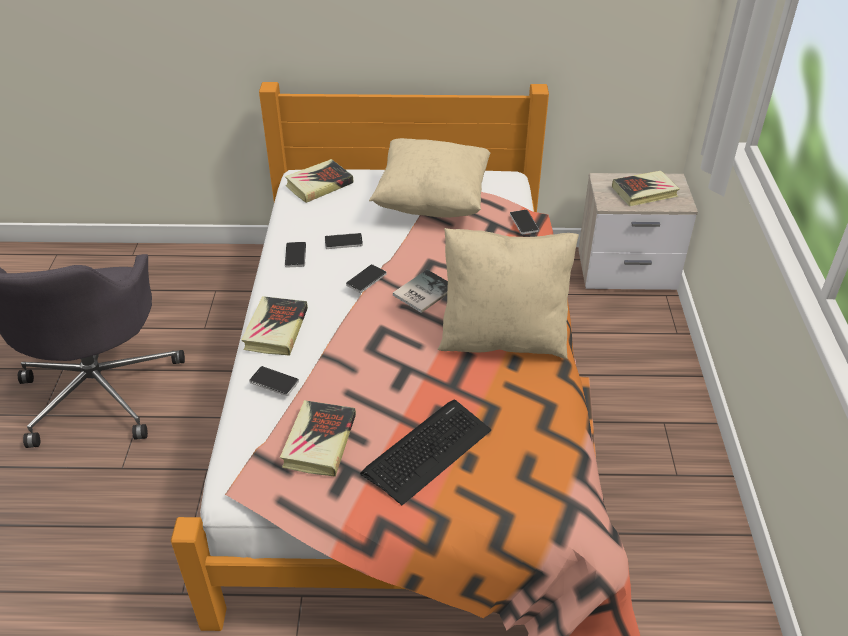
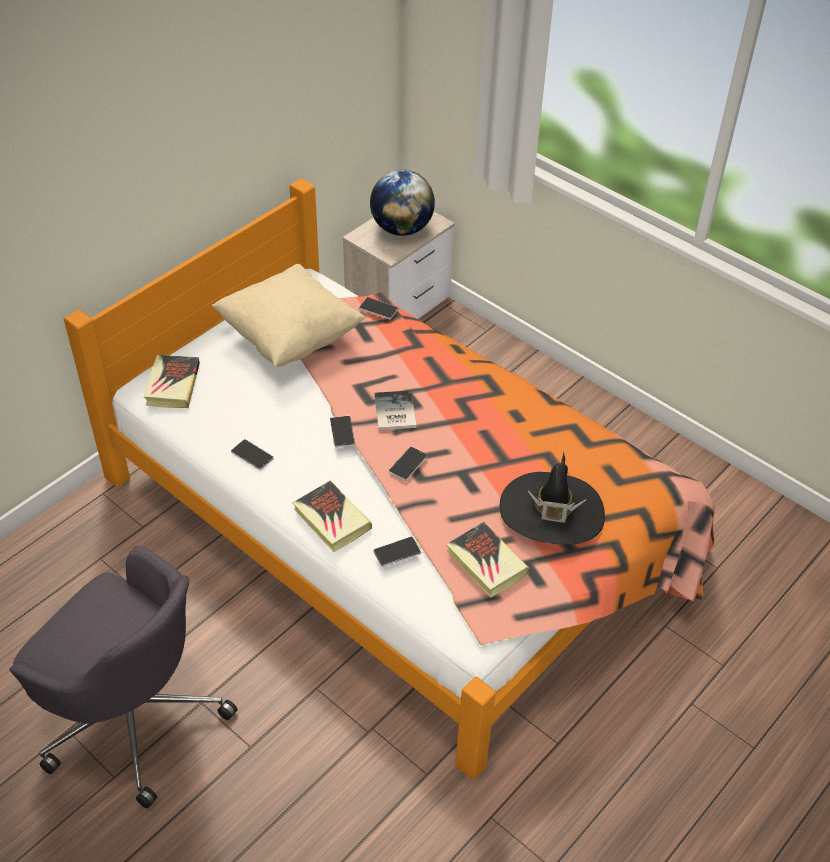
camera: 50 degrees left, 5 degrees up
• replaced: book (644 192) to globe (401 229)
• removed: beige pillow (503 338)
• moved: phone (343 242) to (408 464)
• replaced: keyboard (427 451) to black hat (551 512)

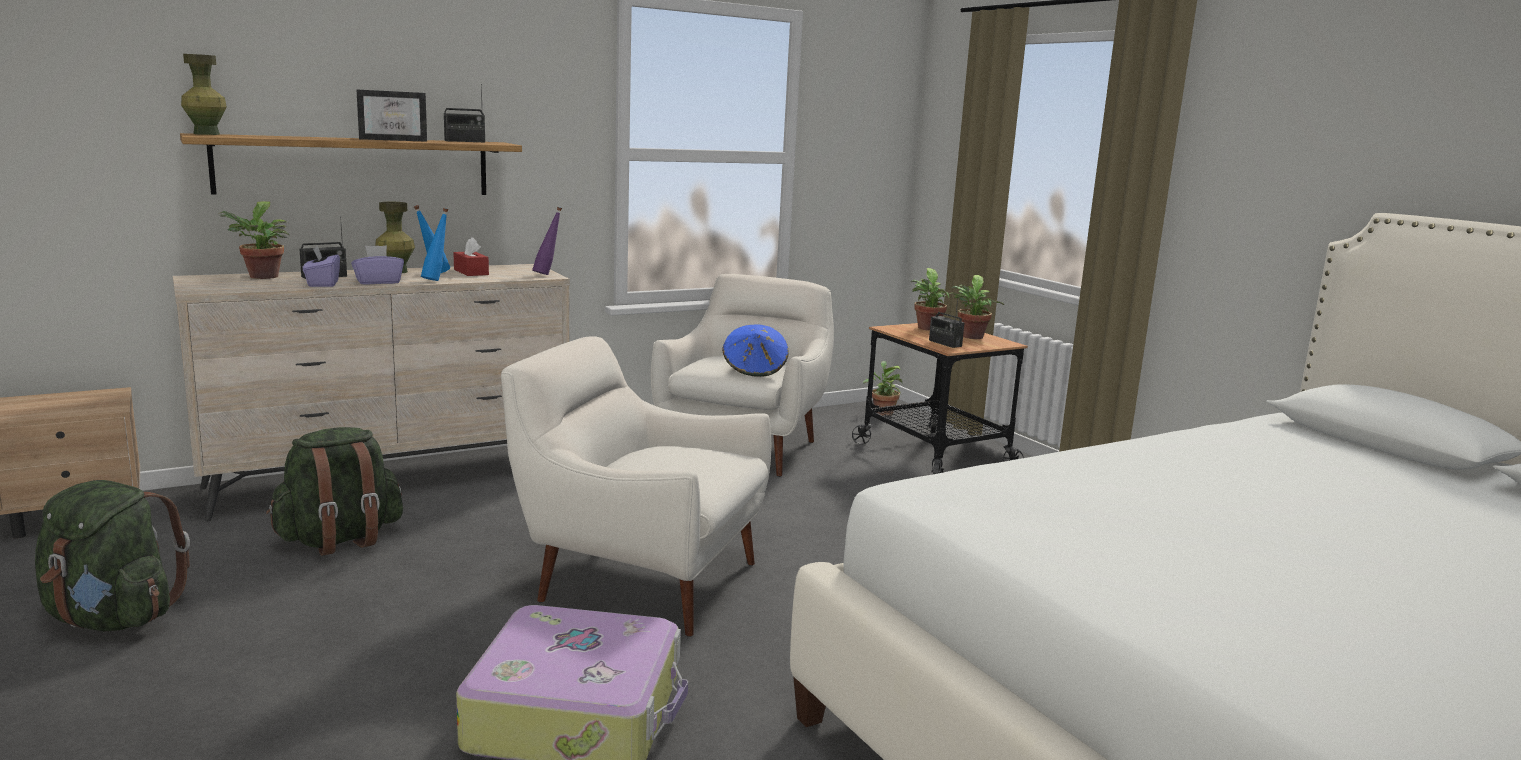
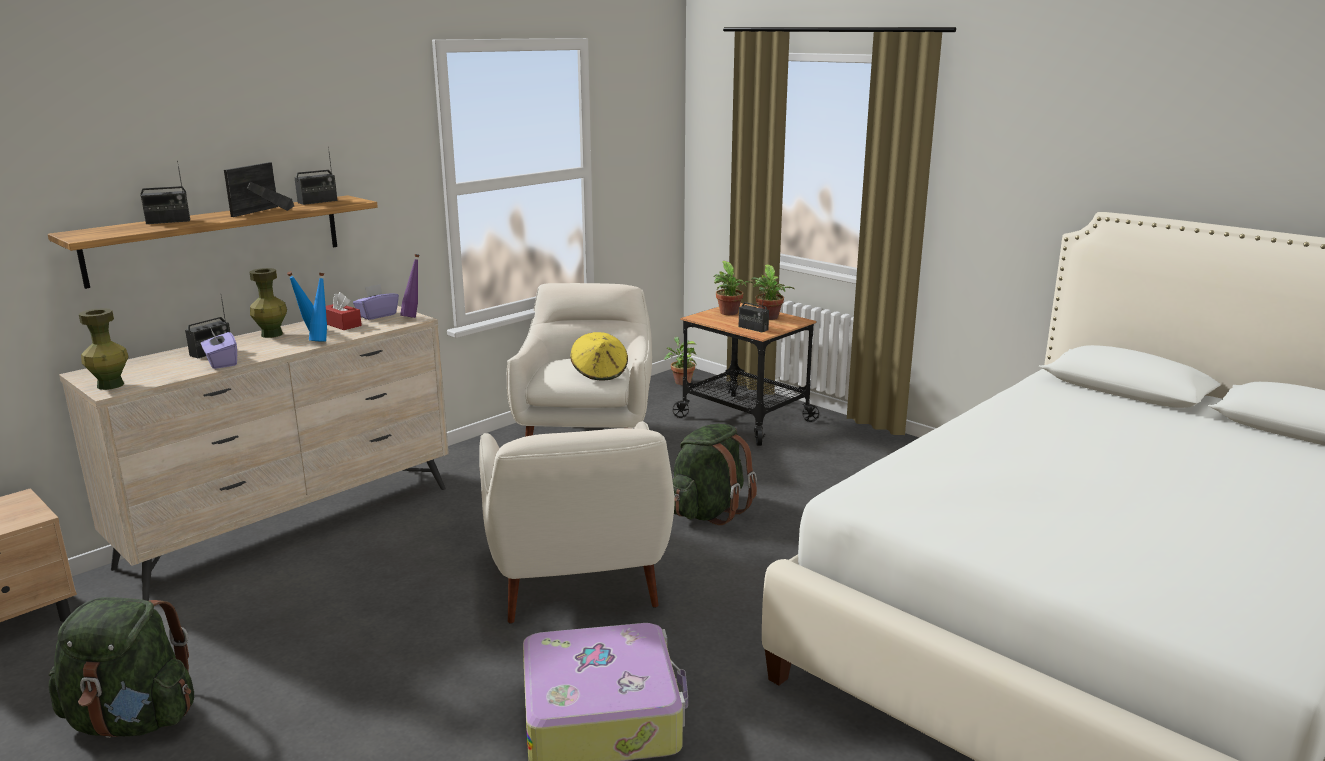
camera: 15 degrees left, 5 degrees up
• moved: green vase (206 134) to (110 385)
• turned: picture frame (394 140) = (259 212) 150 degrees clockwise
• removed: potted plant (262 277)
• moved: purple tissue box (378 282) to (377 315)
• recoloured: blue hat (755 370) to yellow hat (599 373)
• turned: white armchair (639 579) = (577 584) 105 degrees counterclockwise
• moved: green backpack (340 540) to (708 511)
• added: radio (168 221)

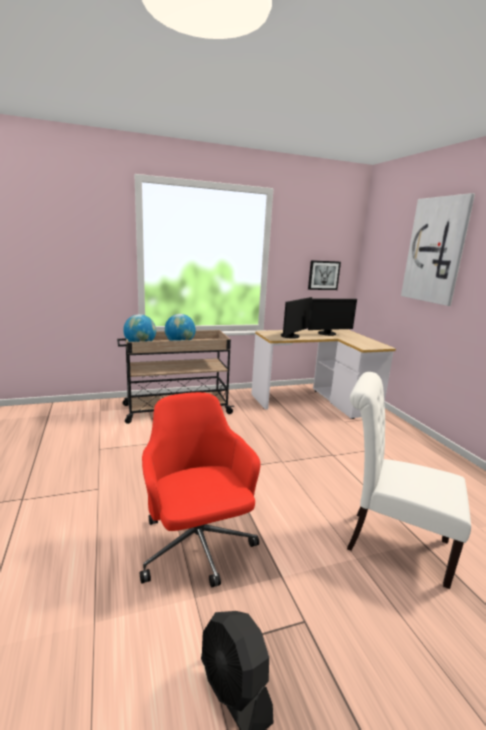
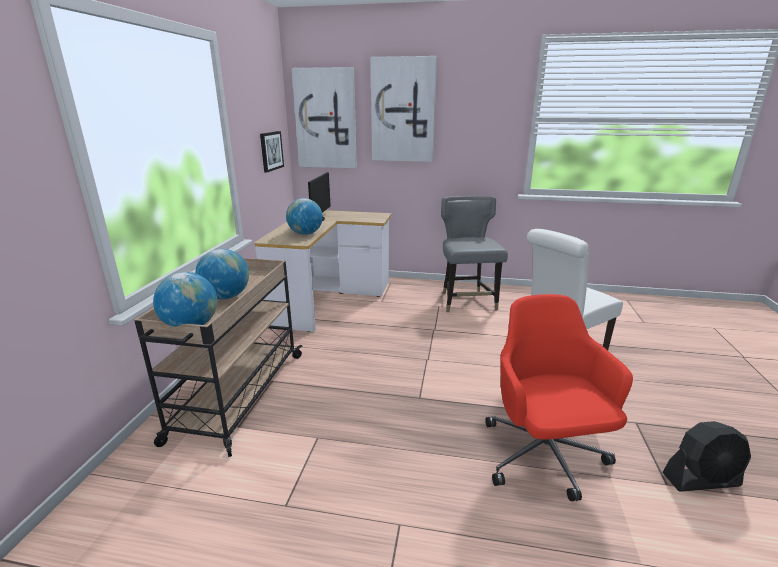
camera: 60 degrees left, 5 degrees up
• replaced: monitor (292 336) to globe (305 234)
• turned: red office chair (197 547) = (544 457) 75 degrees clockwise
• added: picture (326 119)
• added: grey chair (467 302)

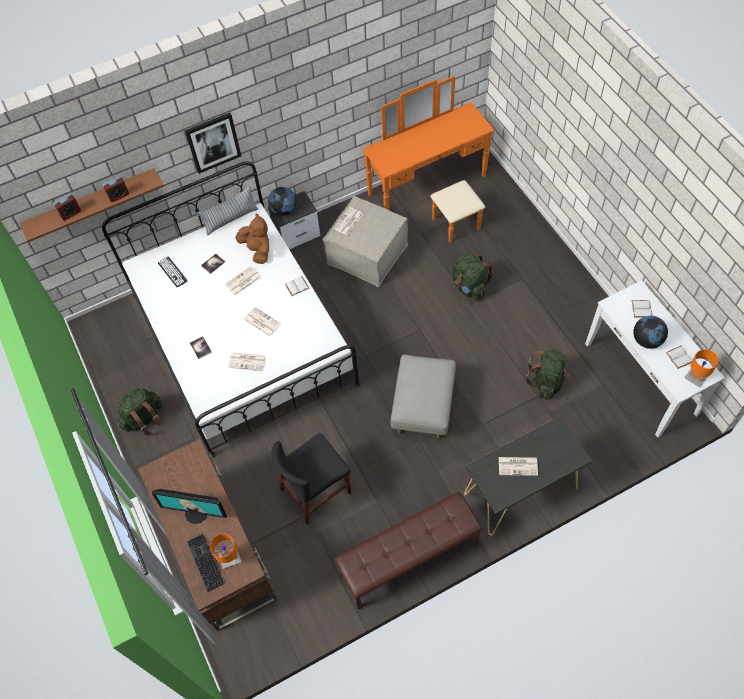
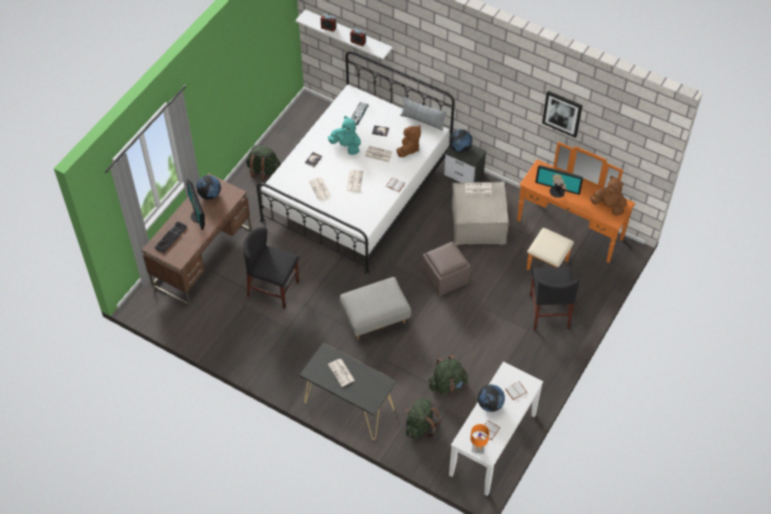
camera: 55 degrees right, 5 degrees down
• moved: picture (213 142) to (562 113)
• recoloured: brown shelf (92 203) to white shelf (348 34)
• moved: green backpack (469 286) to (420 426)
• removed: brown bench (409 559)
• removed: orange table lamp (230 559)
• added: turquoise plush toy (346 146)
• added: monitor (557 191)
• added: globe (209 195)
• added: brown plush toy (608 206)
• added: brown ottoman (446 278)
• added: black chair (549 312)

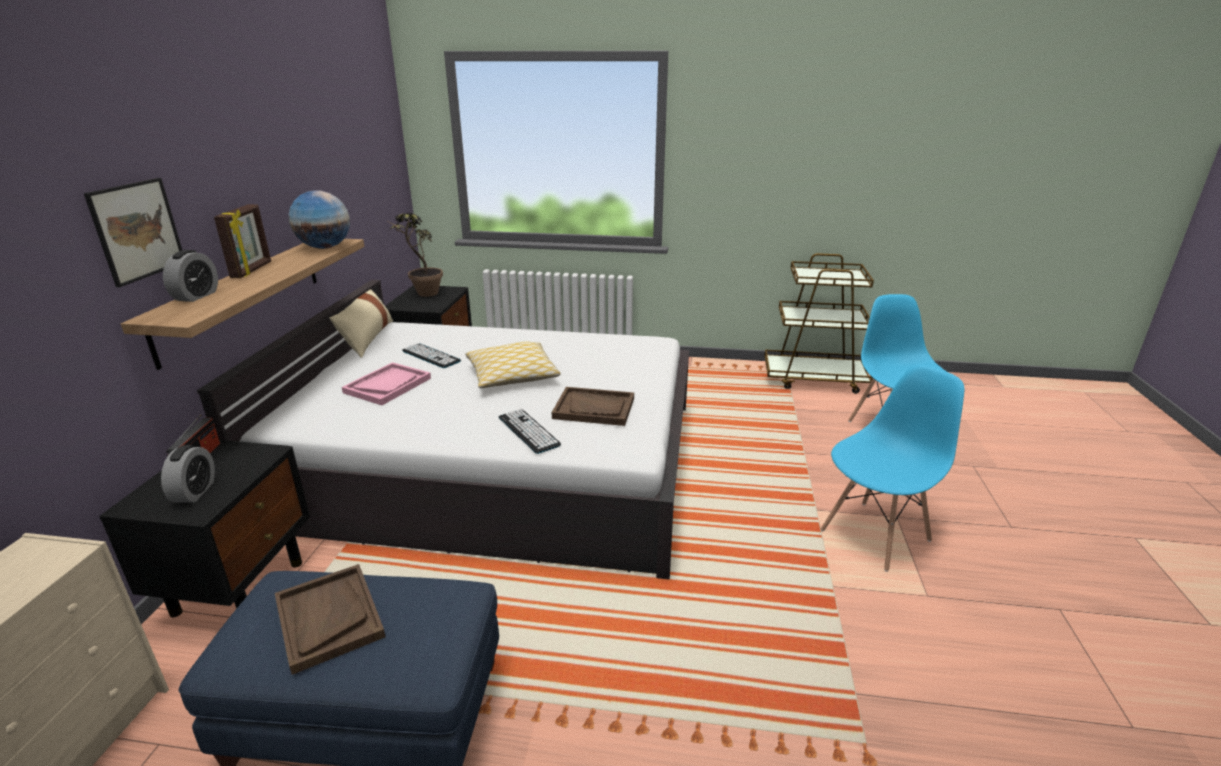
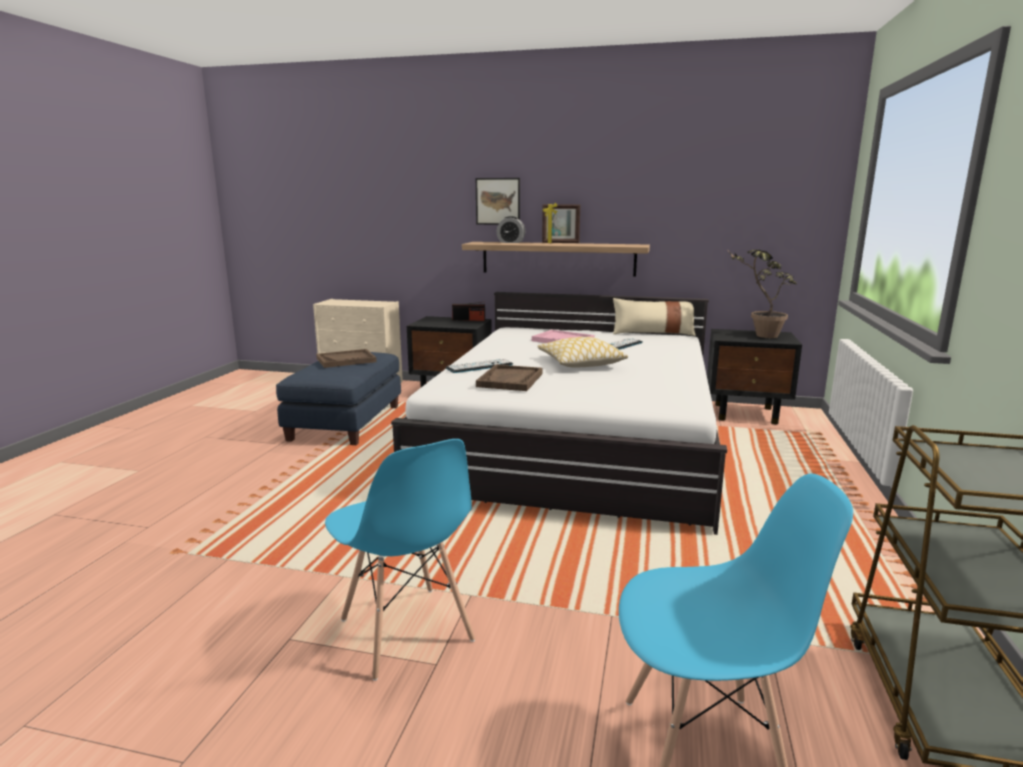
camera: 95 degrees right, 10 degrees down
• removed: globe (325 247)
• removed: alarm clock (194 492)

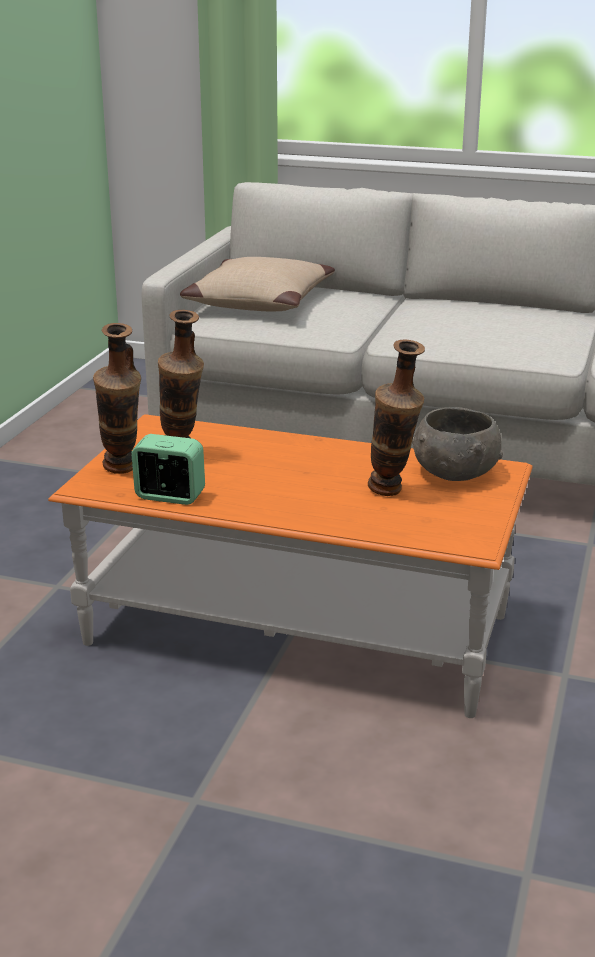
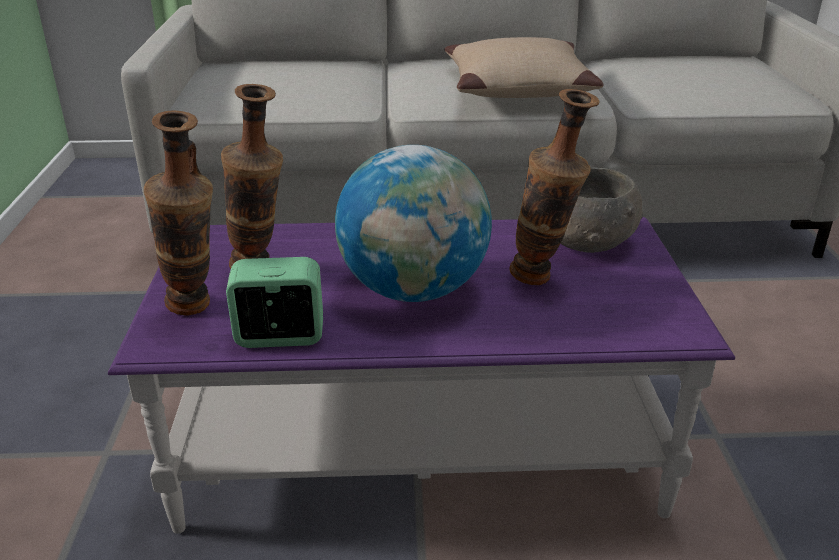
camera: 20 degrees left, 5 degrees up
• moved: beige pillow (258 301) to (516 87)
• recoloured: orange coffee table (297 630) to purple coffee table (419 446)
• added: globe (413 290)

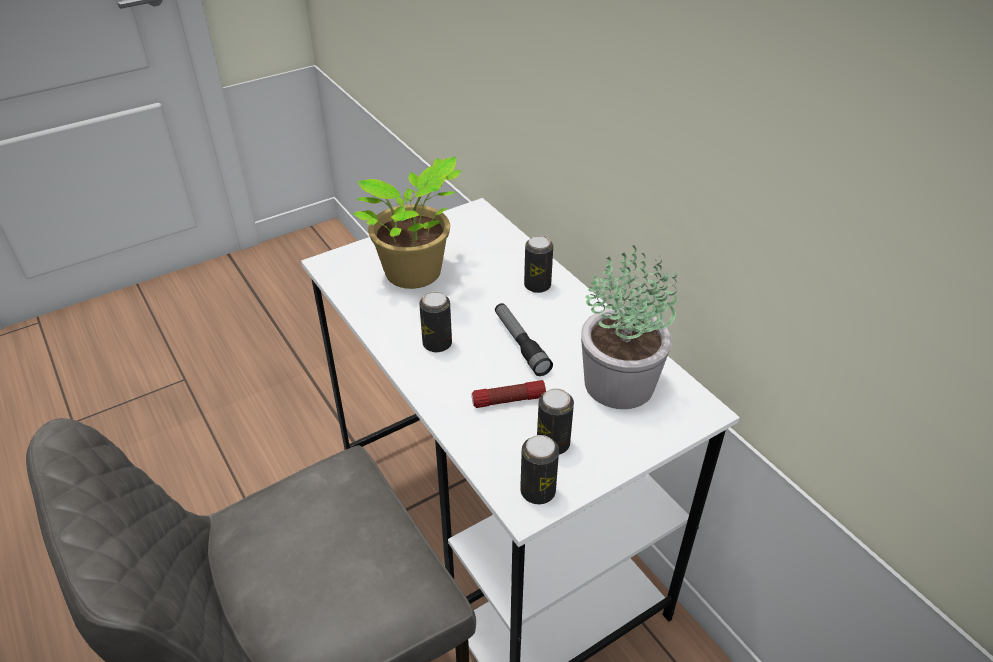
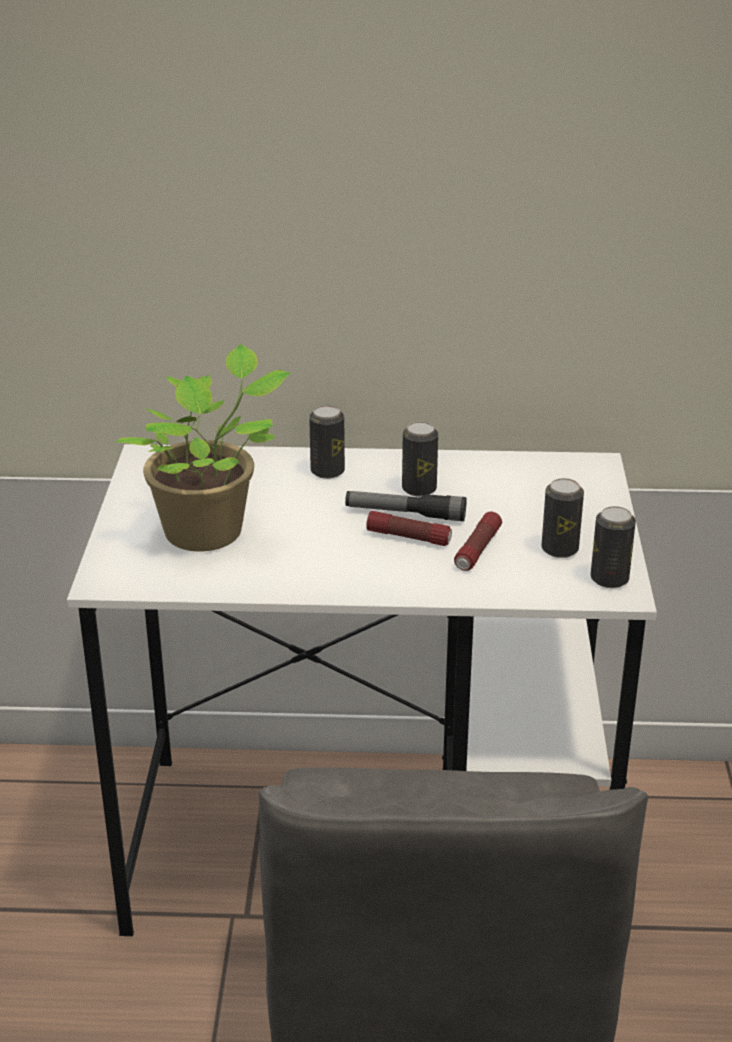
camera: 55 degrees left, 10 degrees down
• removed: potted plant (621 383)
• moved: can (437 344) to (419 489)
• added: flashlight (409 537)

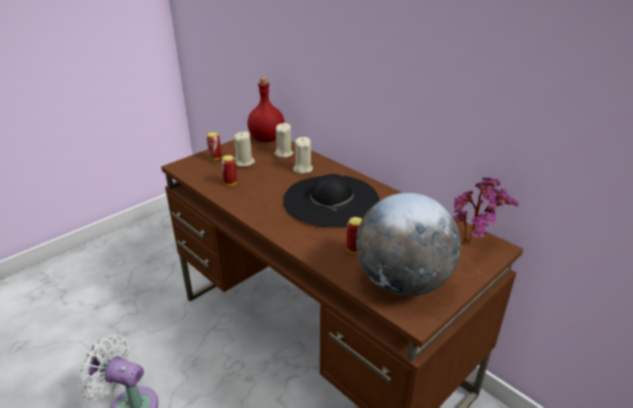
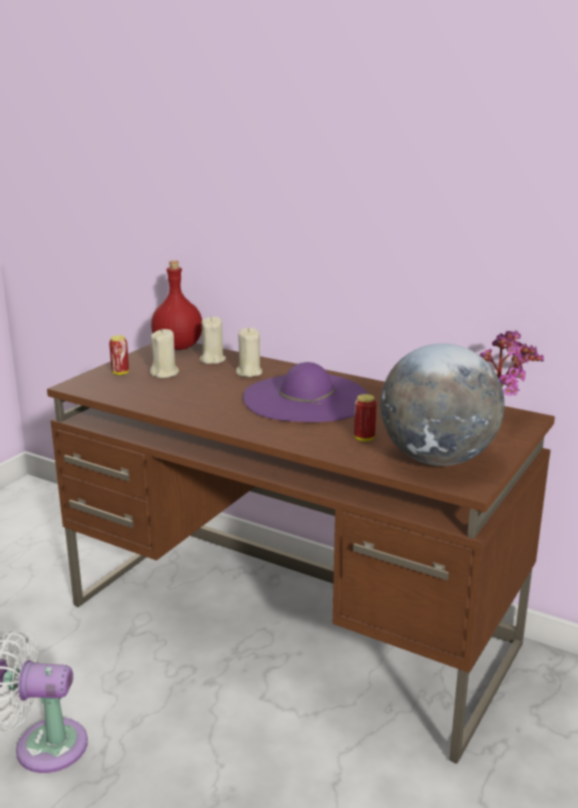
camera: 15 degrees left, 10 degrees down
• removed: can (230 183)
• recoloured: black hat (331 200) to purple hat (306 398)

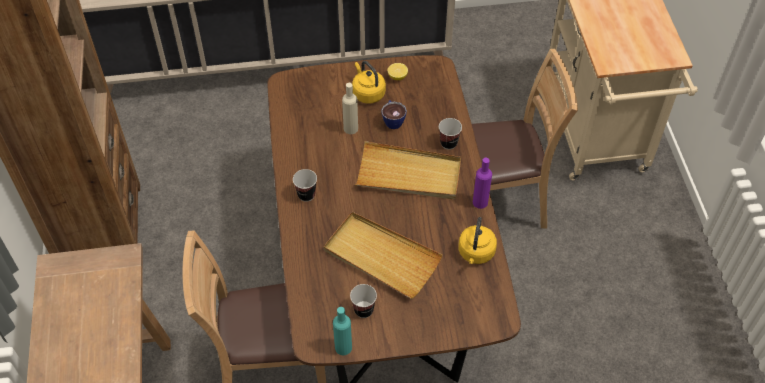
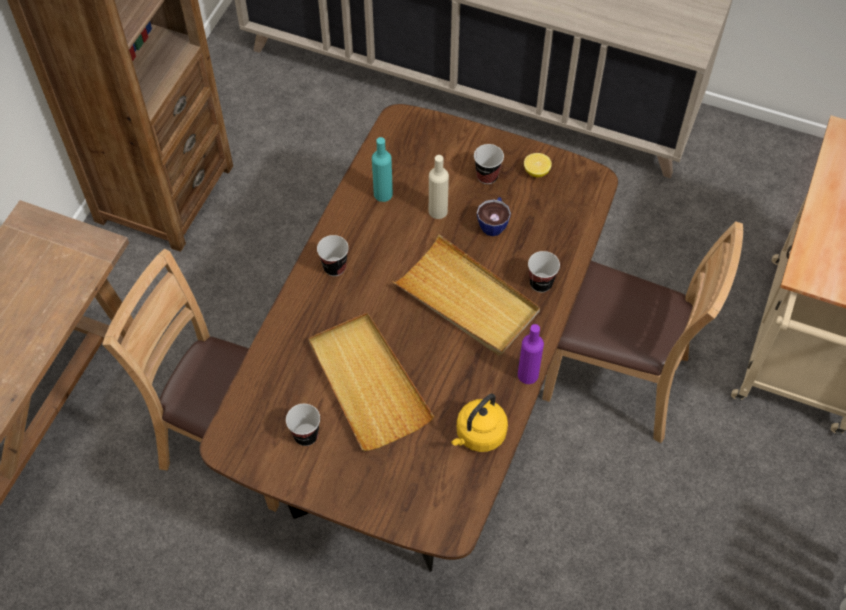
camera: 30 degrees right, 5 degrees up
• replaced: yellow kettle (367 93) to cup (487 176)
• moved: turquoise bottle (343 347) to (383 194)

